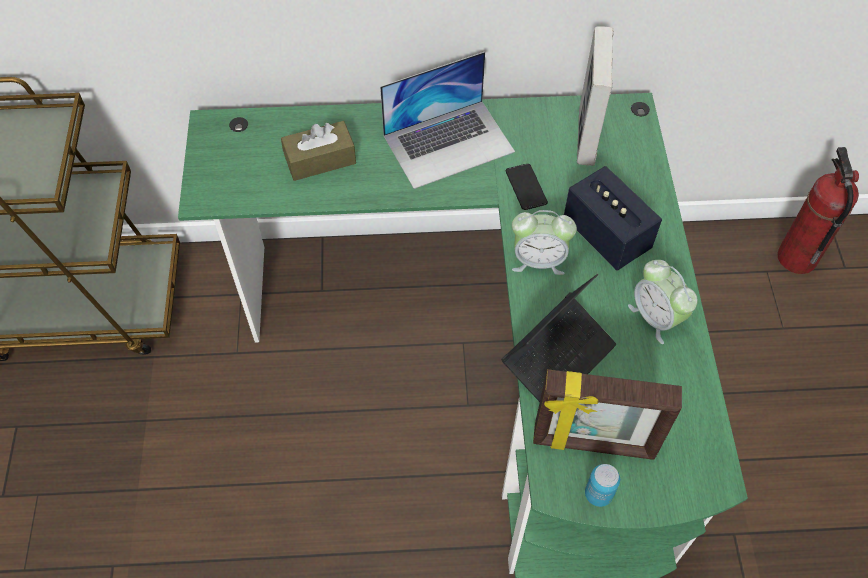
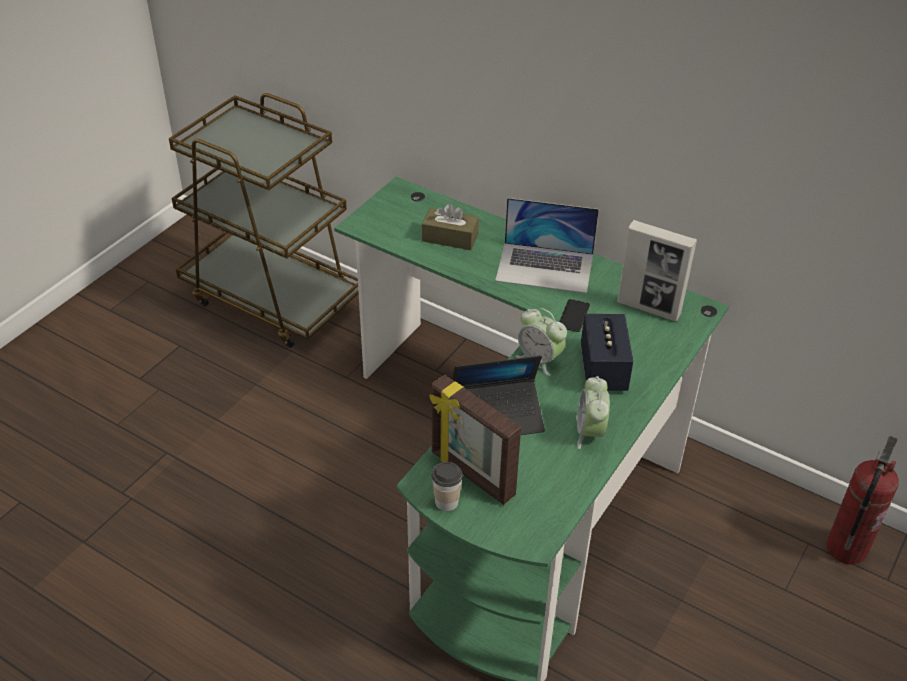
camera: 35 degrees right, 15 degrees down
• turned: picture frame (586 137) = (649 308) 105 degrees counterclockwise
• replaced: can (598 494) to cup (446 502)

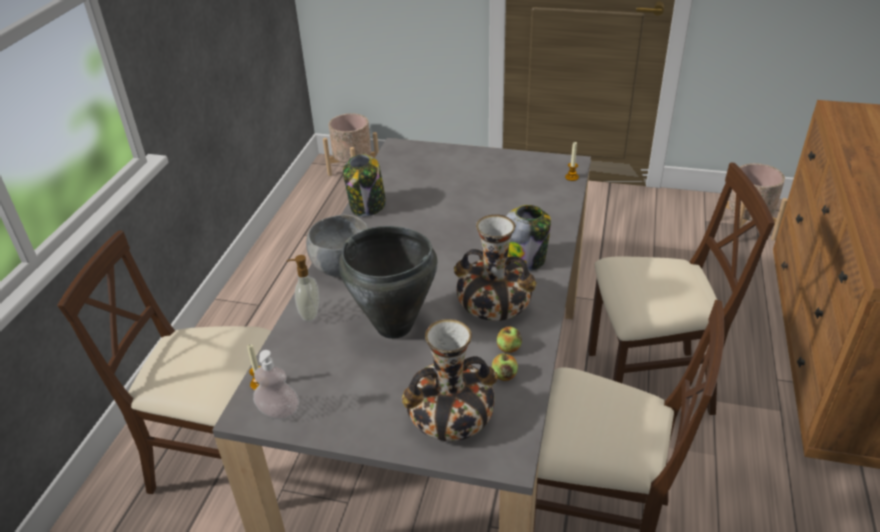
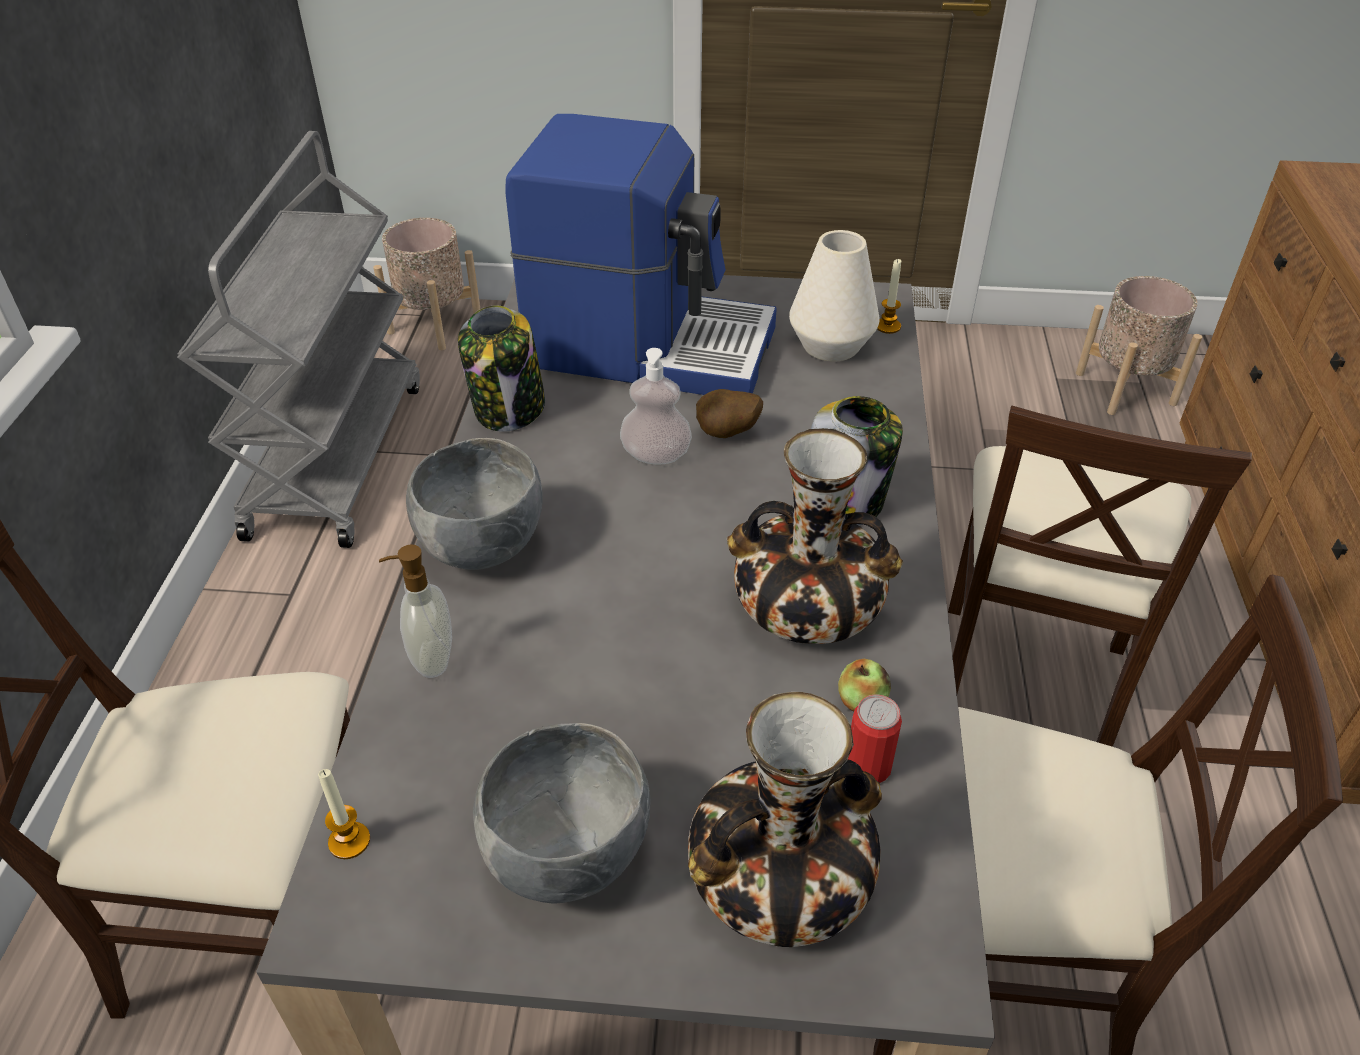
camera: 10 degrees left, 5 degrees up
• turned: beige chair (647 384) = (1024 688) 120 degrees clockwise
• removed: black cooking pot (394 327)
• moved: soap dispenser (279 411) to (656 455)
• replaced: apple (504 375) to can (868 766)
• added: coffee machine (650 345)
• added: grey cart (336 456)
• added: white vase (830 346)
• added: potato (727 435)
• added: grey bowl (565 854)

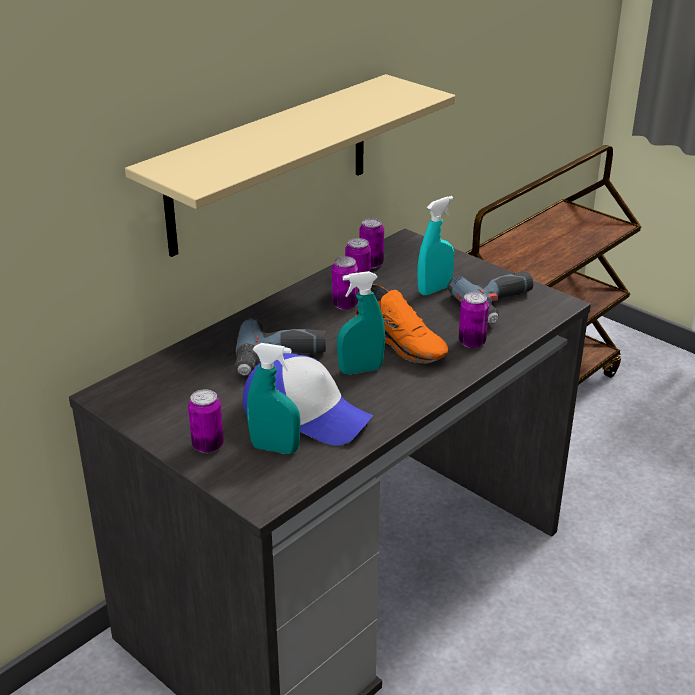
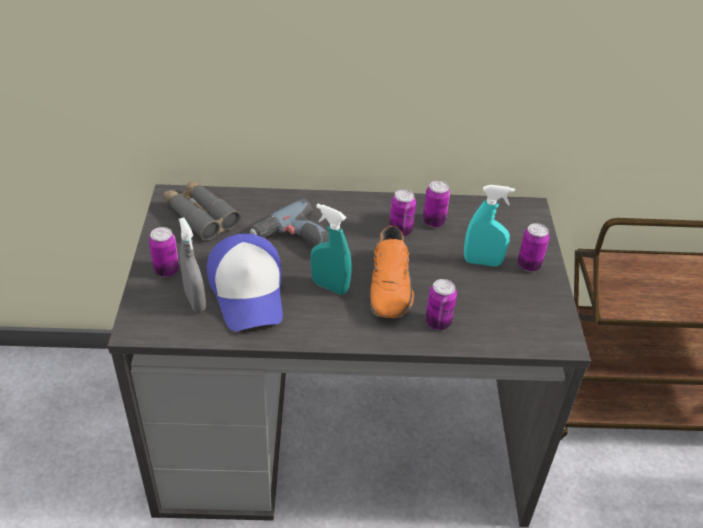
camera: 45 degrees right, 10 degrees up
• removed: beige shelf (270 164)
• moved: can (371 264) to (529 265)
• removed: power drill (500 305)
• recoloured: turquoise spray bottle (275 448) to grey spray bottle (195 301)
• added: grey binoculars (200 216)

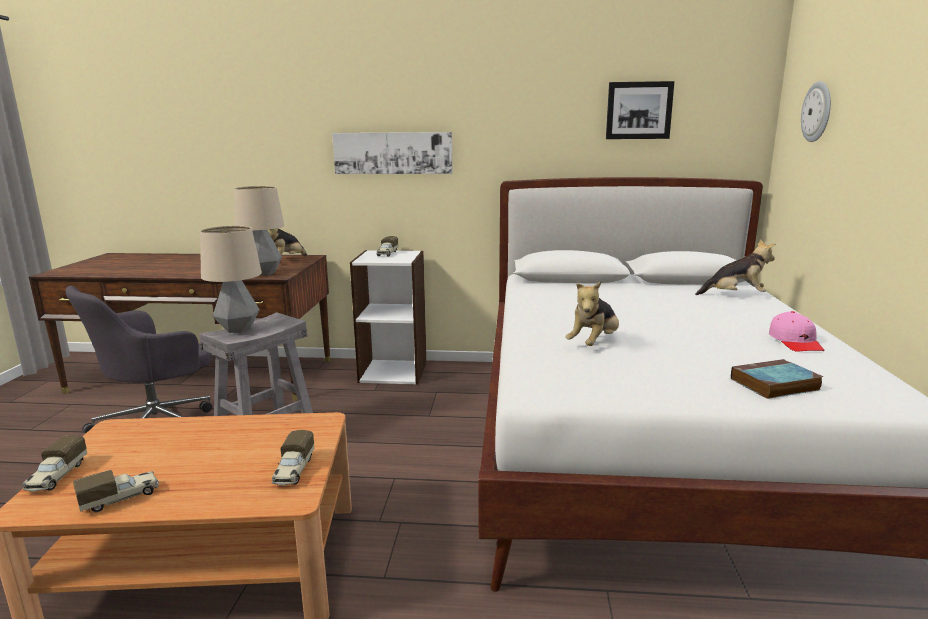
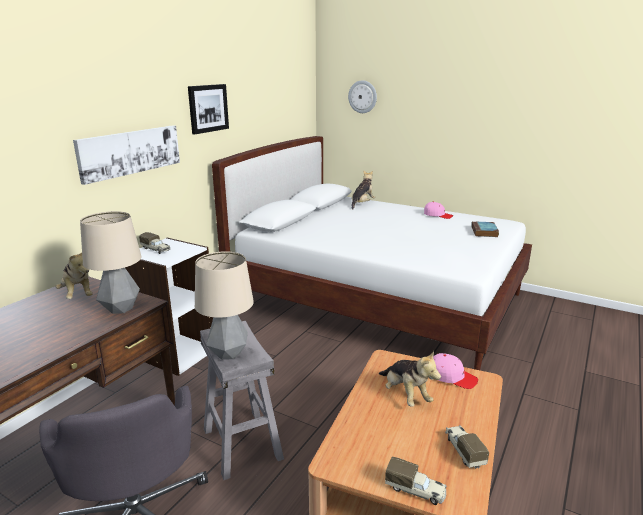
camera: 65 degrees left, 5 degrees up
• moved: picture (638 110) to (208 108)
• moved: plush toy (594 343) to (405 395)
• replaced: toy truck (293 471) to pink cap (452 376)

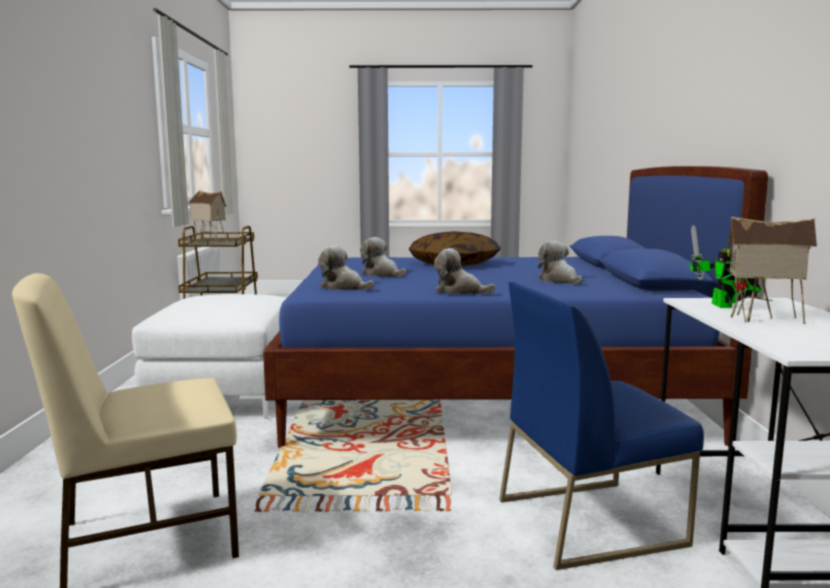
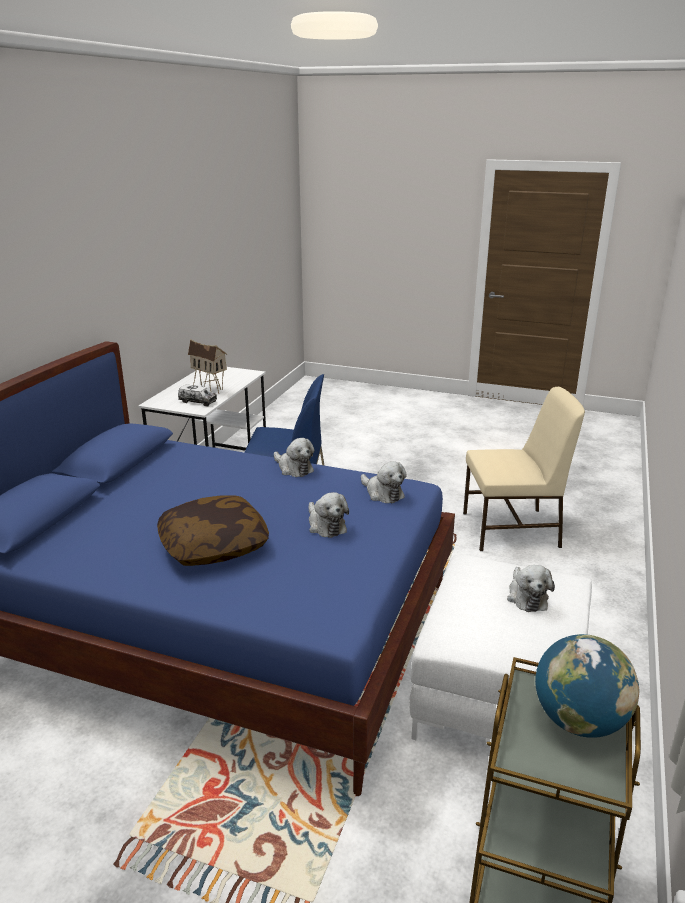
camera: 160 degrees left, 15 degrees up
• replaced: toy house (209 242) to globe (578 721)
• replaced: toy robot (723 306) to toy truck (198 401)
• moved: plush toy (559 280) to (526 596)

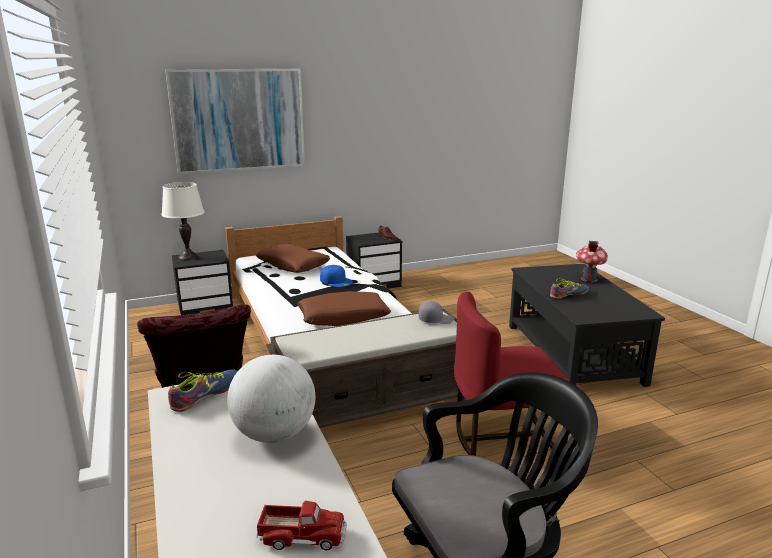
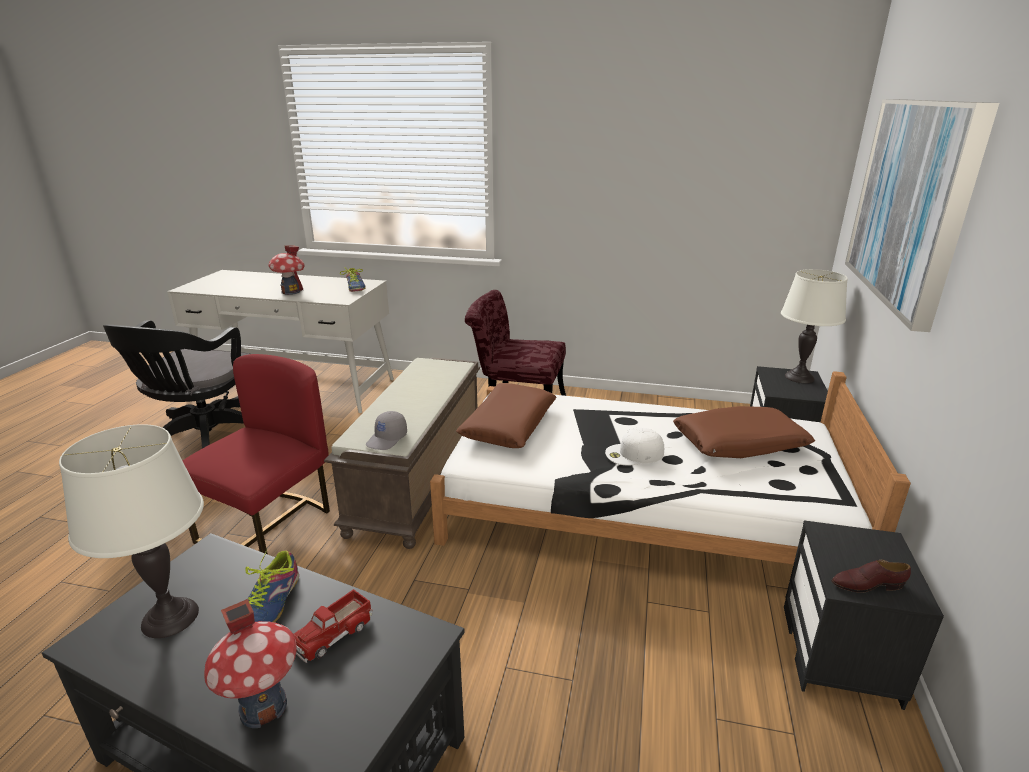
camera: 125 degrees right, 5 degrees up
• recoloured: blue cap (336 281) to white cap (634 454)
• replaced: globe (274 434) to toy house (291 292)
• moved: toy truck (302 535) to (333 633)
• added: white table lamp (170 617)

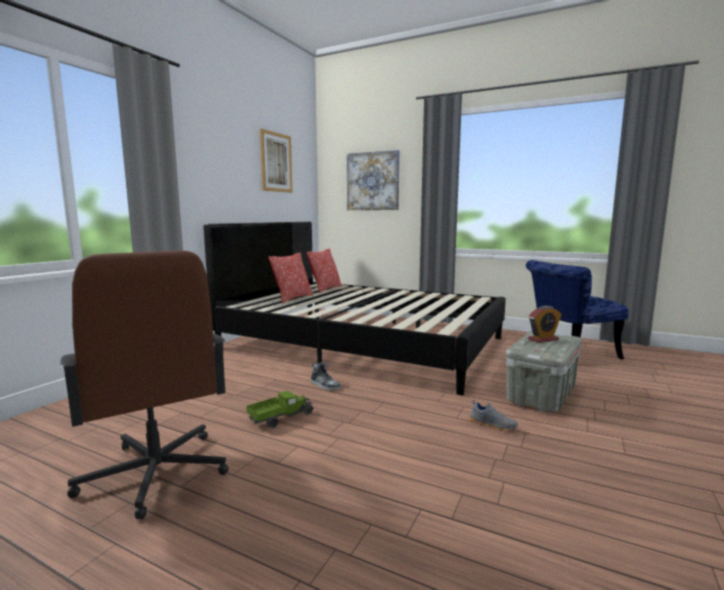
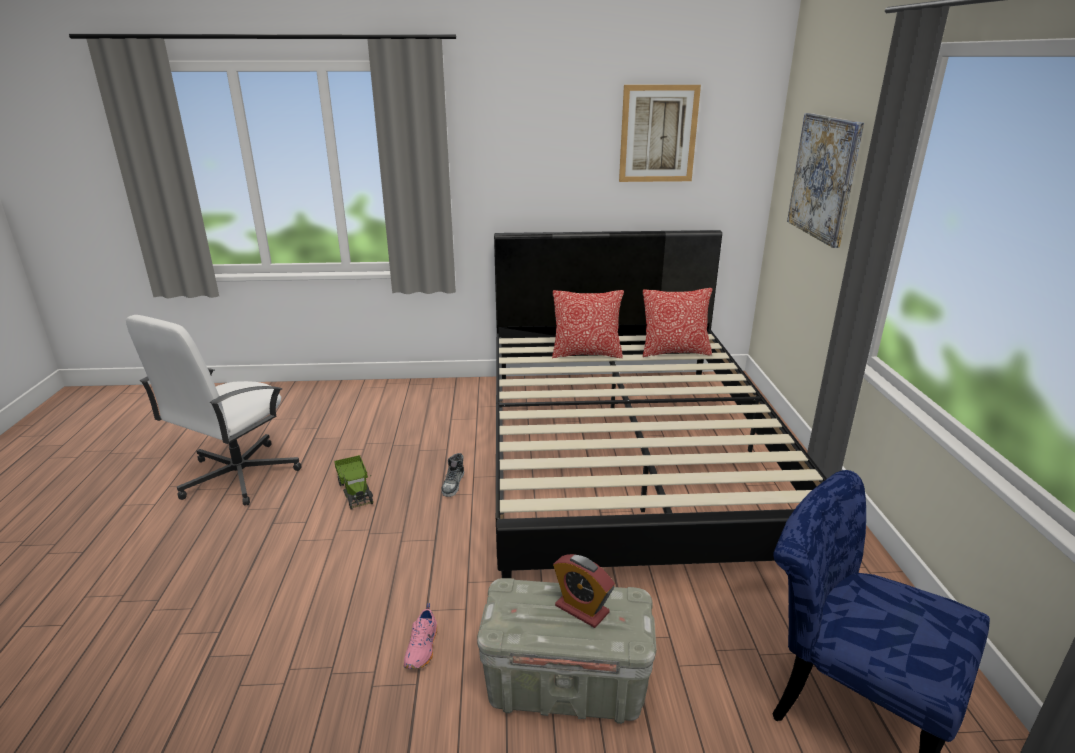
camera: 60 degrees right, 15 degrees up
• recoloured: brown office chair (155 474) to white office chair (237 476)
• turned: toy truck (281 418) = (356 490) 45 degrees clockwise
• recoloured: grey shoe (493 425) to pink shoe (423 648)

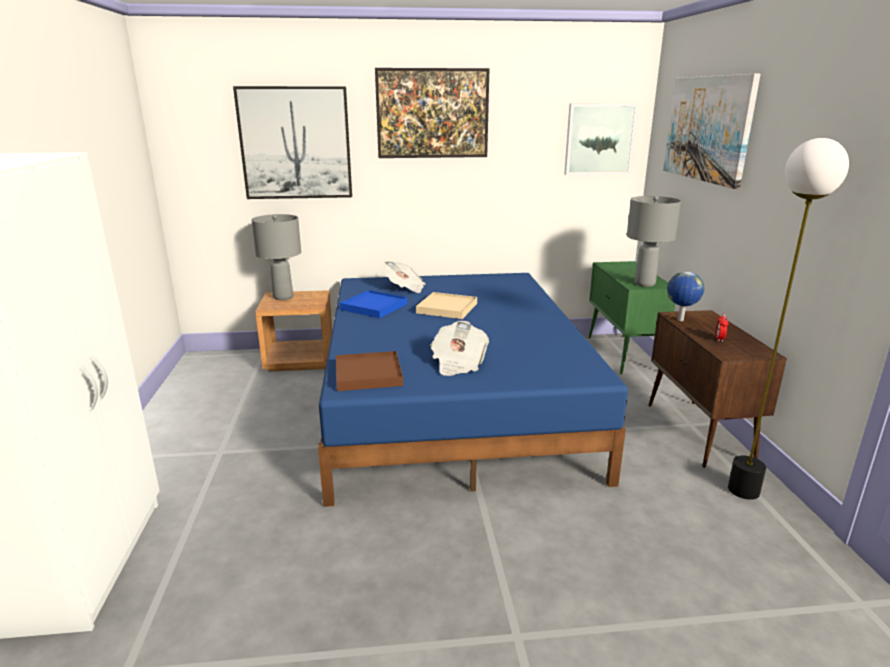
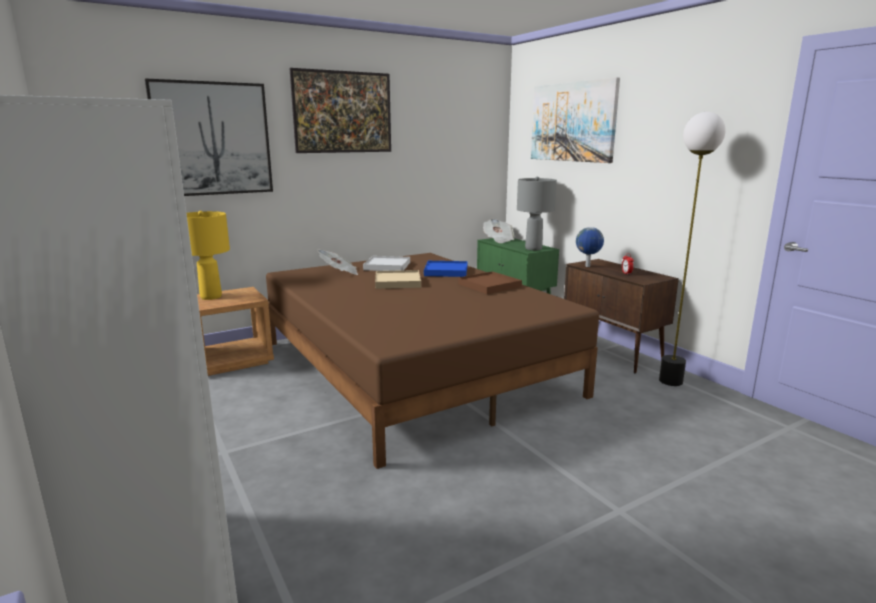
camera: 25 degrees left, 5 degrees down
• removed: picture (599 139)
• recoloured: grey table lamp (283 297) to yellow table lamp (210 297)
• recoloured: blue bed (452 402) to brown bed (413 367)
• moved: blue tray (374 307) to (446 271)
• moved: newspaper (458 363) to (498 240)
• moved: brown tray (368 374) to (489 285)
• added: white tray (387 266)

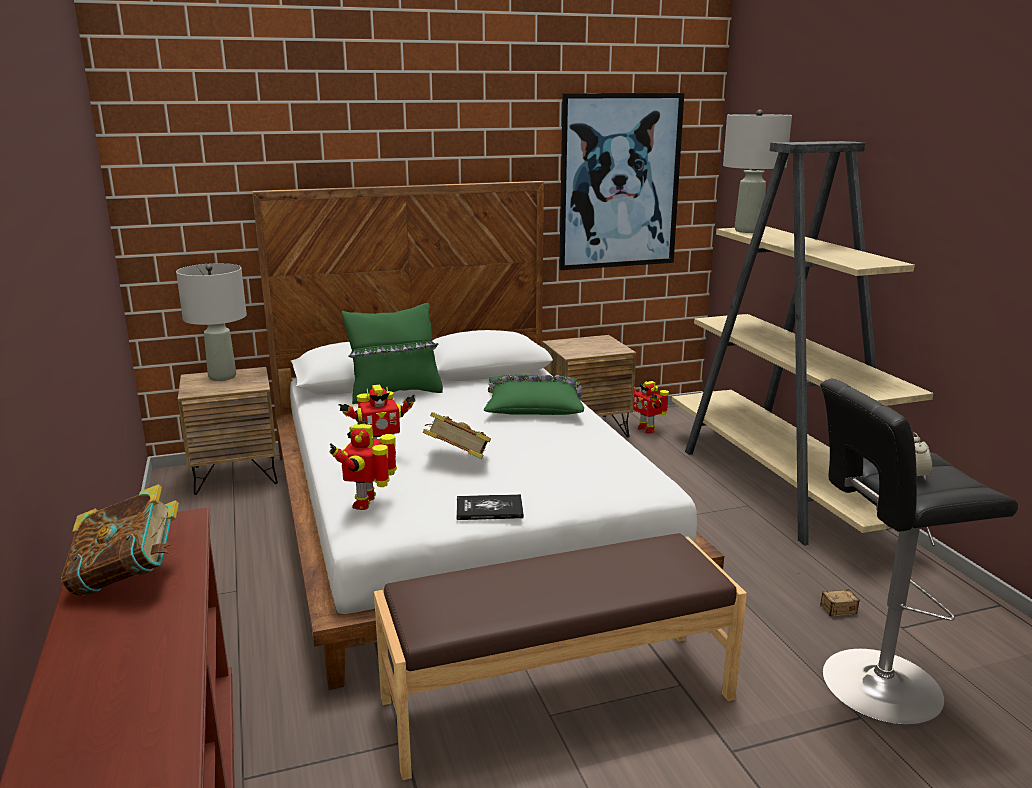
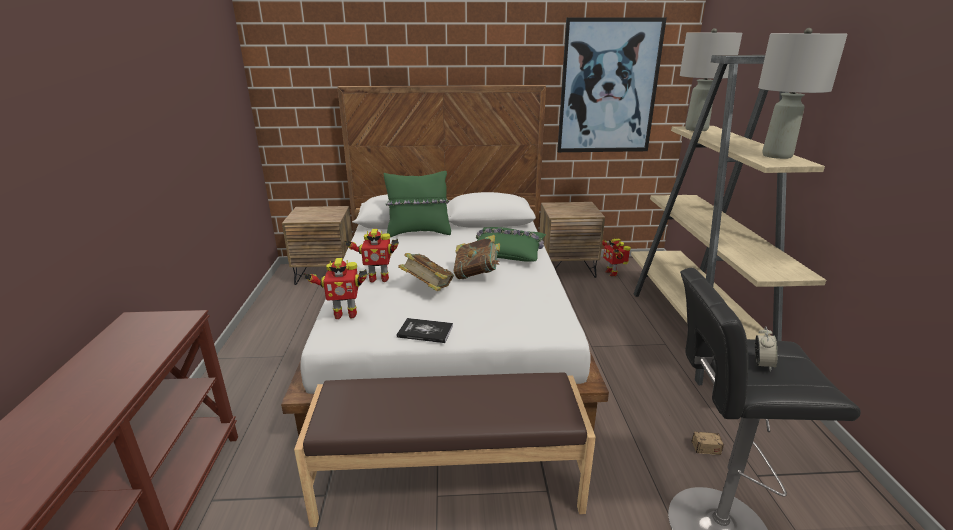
camera: 15 degrees right, 5 degrees up
• moved: grey table lamp (222 376) to (777 155)
• turned: toy robot (367 502) = (344 314) 120 degrees counterclockwise
• moved: book (128 578) to (477 275)

